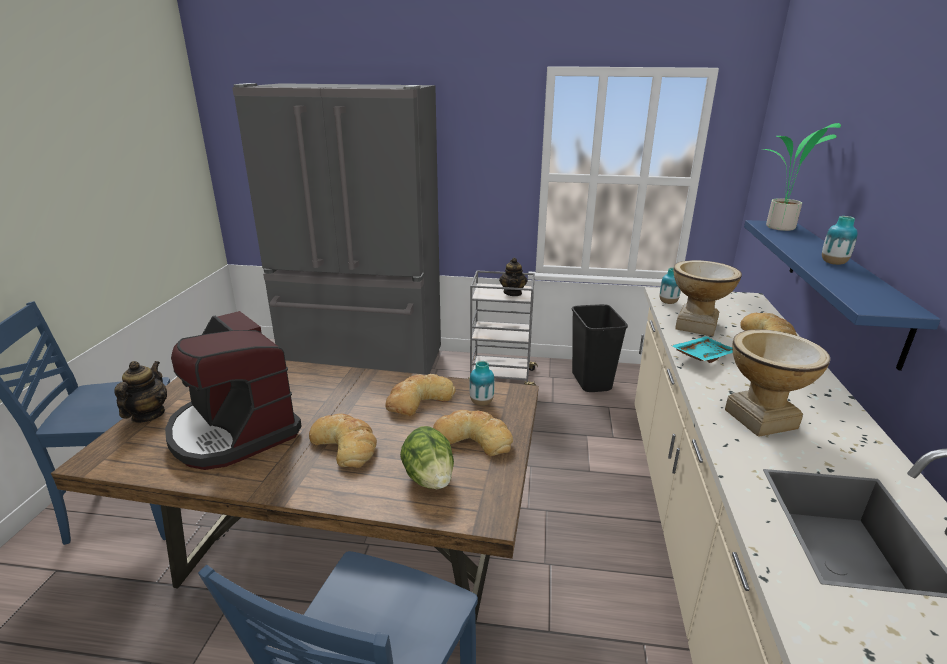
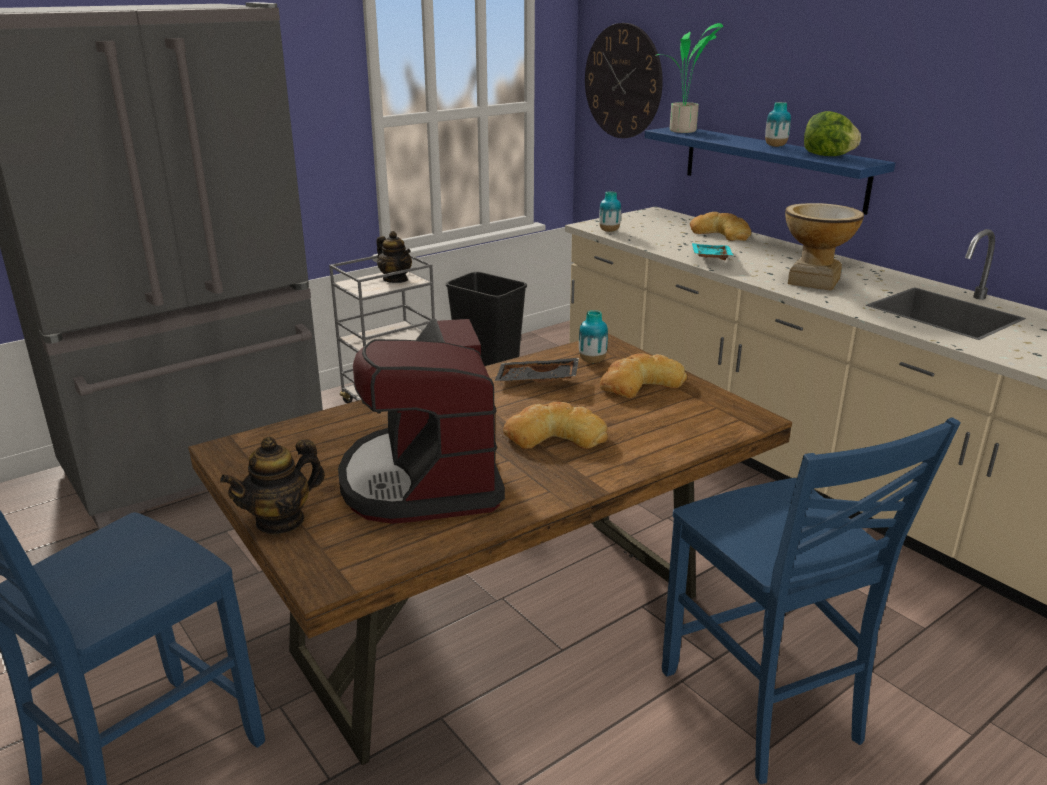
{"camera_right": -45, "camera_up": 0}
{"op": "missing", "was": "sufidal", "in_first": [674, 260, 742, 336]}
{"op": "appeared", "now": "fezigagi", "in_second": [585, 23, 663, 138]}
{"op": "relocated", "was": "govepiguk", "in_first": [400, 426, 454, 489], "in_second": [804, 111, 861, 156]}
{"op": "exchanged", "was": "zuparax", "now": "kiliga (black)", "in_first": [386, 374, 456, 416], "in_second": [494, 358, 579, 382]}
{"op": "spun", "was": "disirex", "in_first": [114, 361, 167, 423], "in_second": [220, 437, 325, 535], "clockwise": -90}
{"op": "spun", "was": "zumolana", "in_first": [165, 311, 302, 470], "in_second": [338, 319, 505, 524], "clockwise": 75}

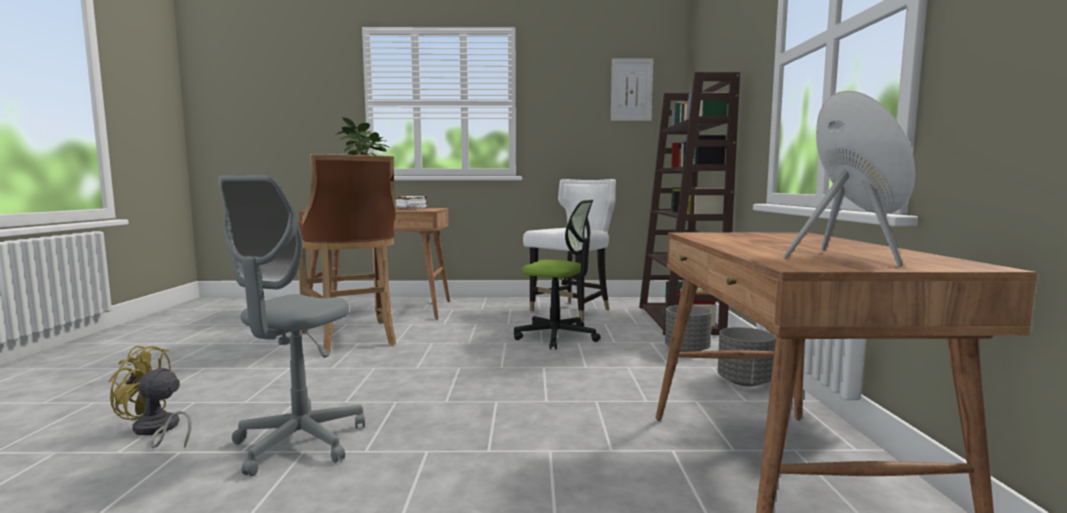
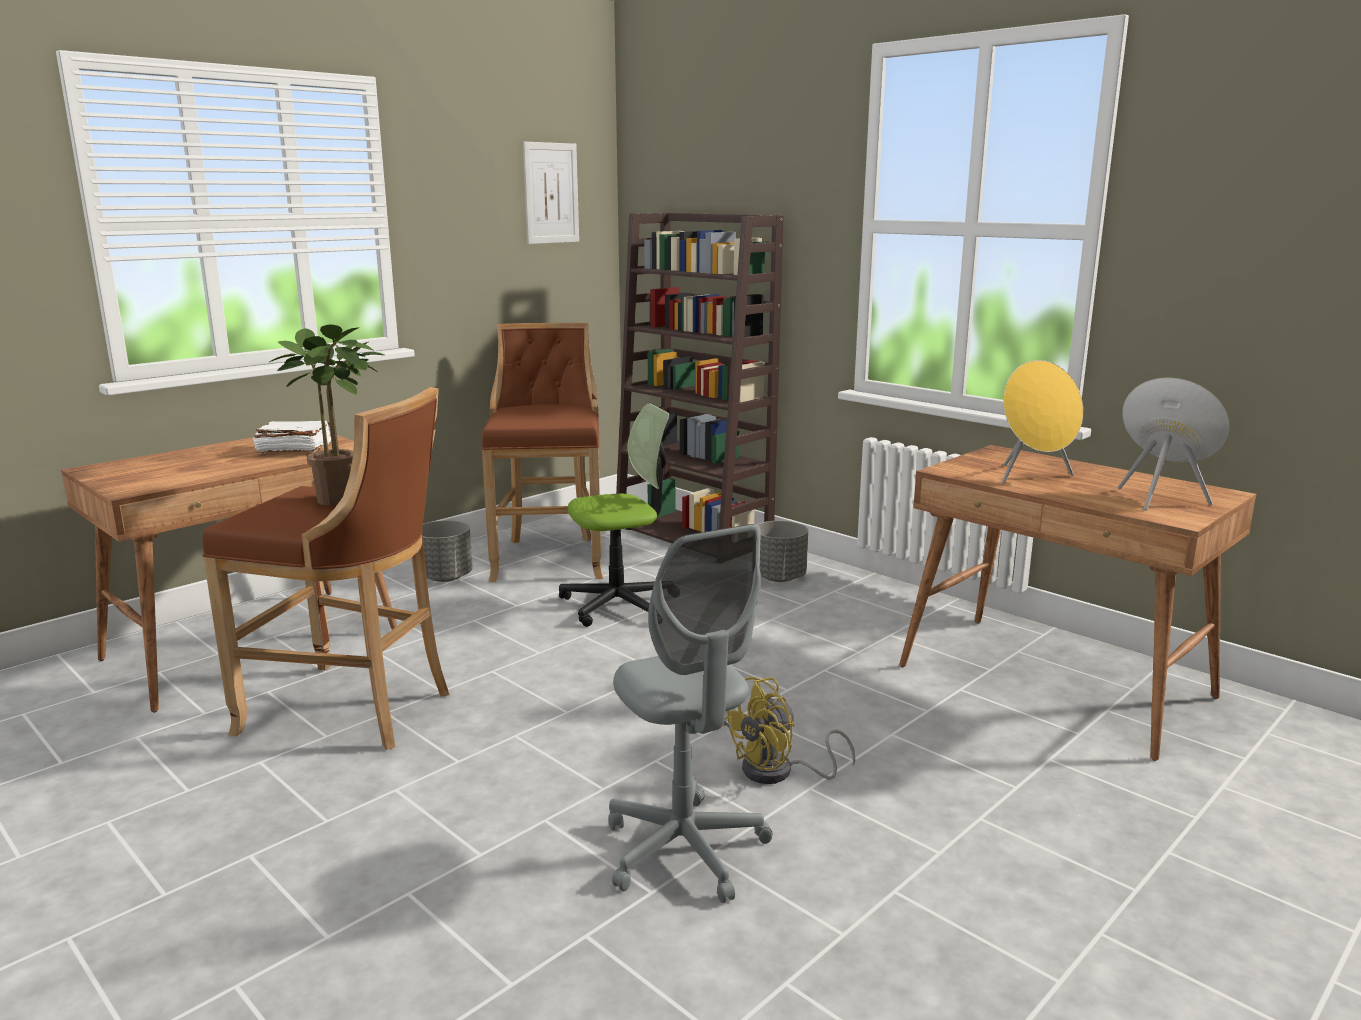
{"camera_right": -45, "camera_up": 10}
{"op": "appeared", "now": "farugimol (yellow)", "in_second": [1002, 360, 1083, 483]}
{"op": "relocated", "was": "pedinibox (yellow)", "in_first": [109, 345, 192, 448], "in_second": [722, 677, 856, 784]}
{"op": "relocated", "was": "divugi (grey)", "in_first": [718, 327, 776, 387], "in_second": [422, 520, 473, 582]}
{"op": "exchanged", "was": "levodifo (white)", "now": "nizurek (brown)", "in_first": [523, 179, 616, 321], "in_second": [481, 323, 603, 582]}

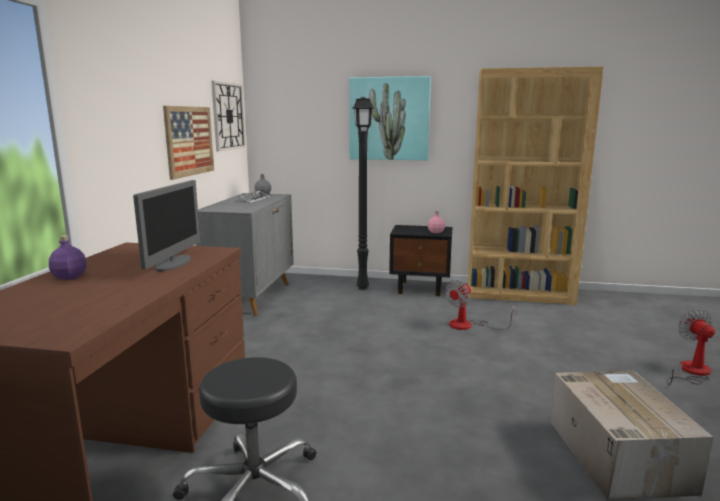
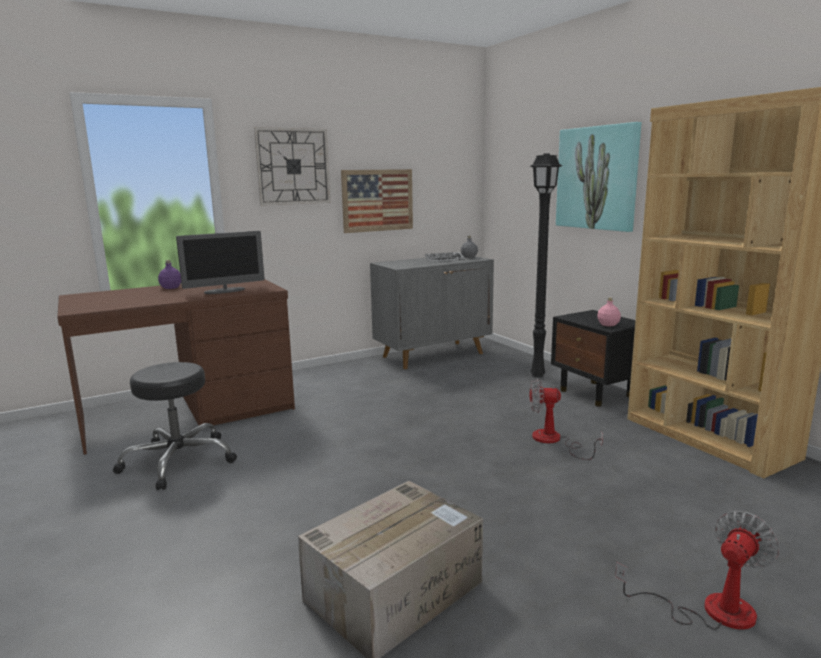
{"camera_right": 50, "camera_up": 0}
{"op": "relocated", "was": "fezigagi", "in_first": [211, 81, 246, 151], "in_second": [254, 127, 330, 206]}

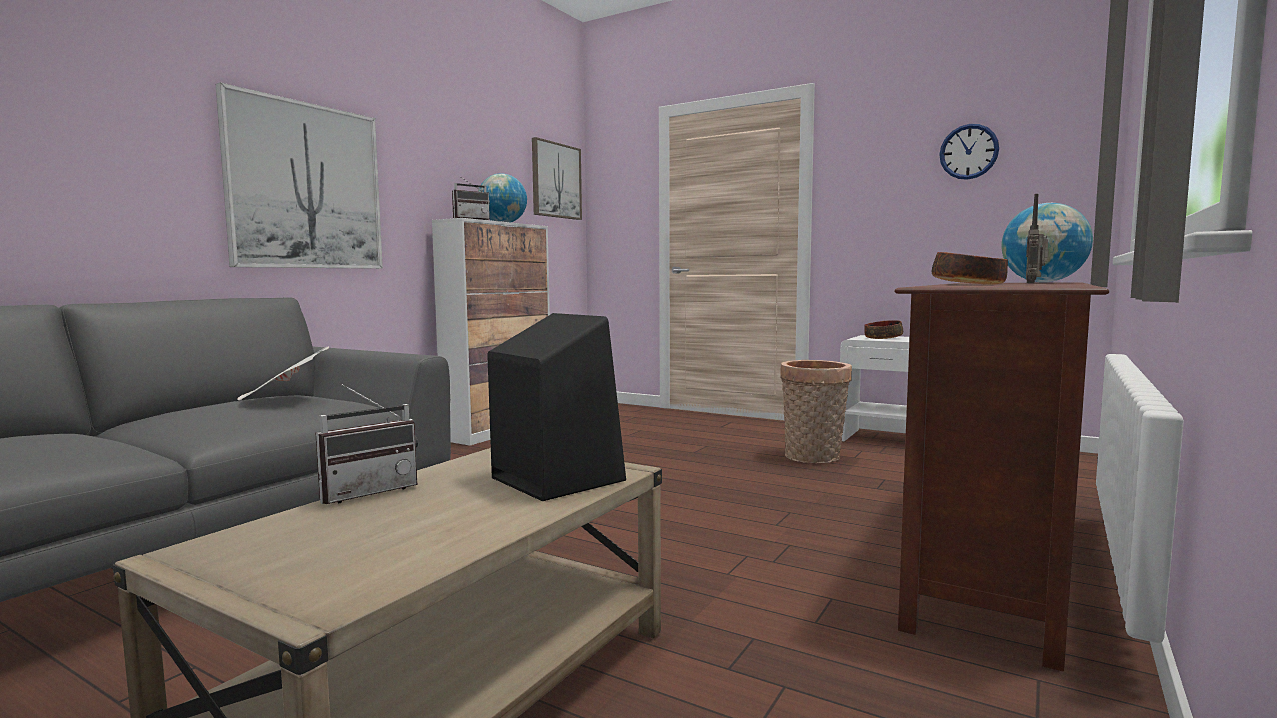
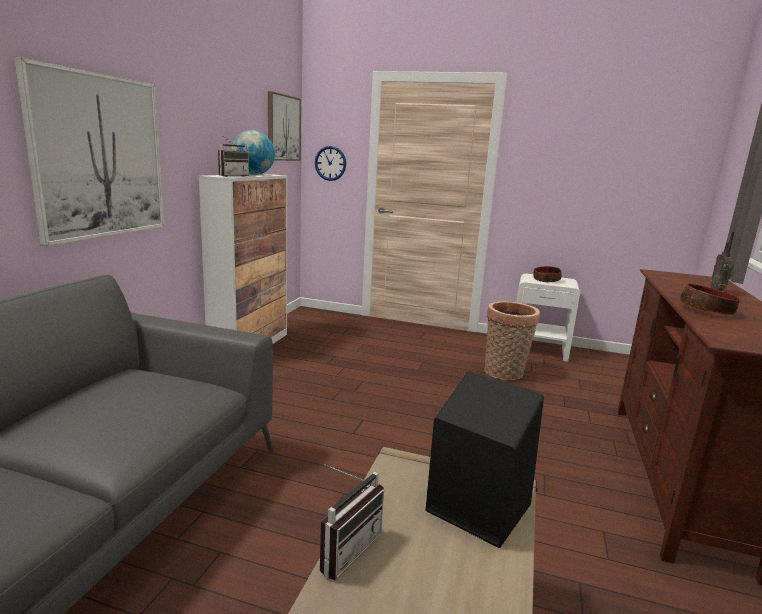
{"camera_right": -15, "camera_up": 10}
{"op": "missing", "was": "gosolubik", "in_first": [237, 346, 329, 400]}
{"op": "missing", "was": "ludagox", "in_first": [1001, 203, 1093, 282]}
{"op": "relocated", "was": "fezigagi", "in_first": [939, 124, 999, 180], "in_second": [315, 146, 346, 181]}

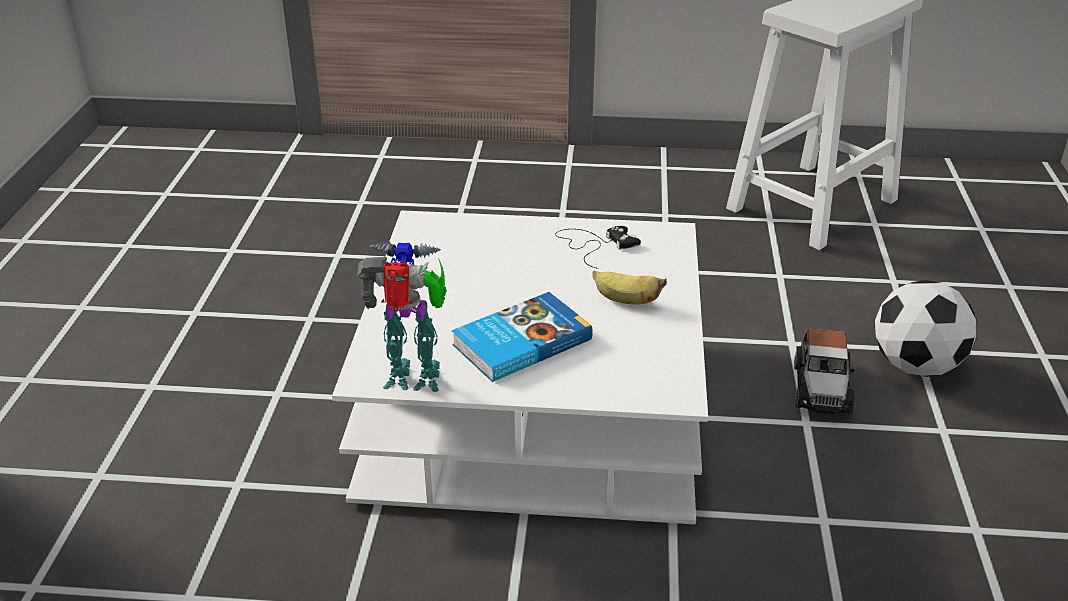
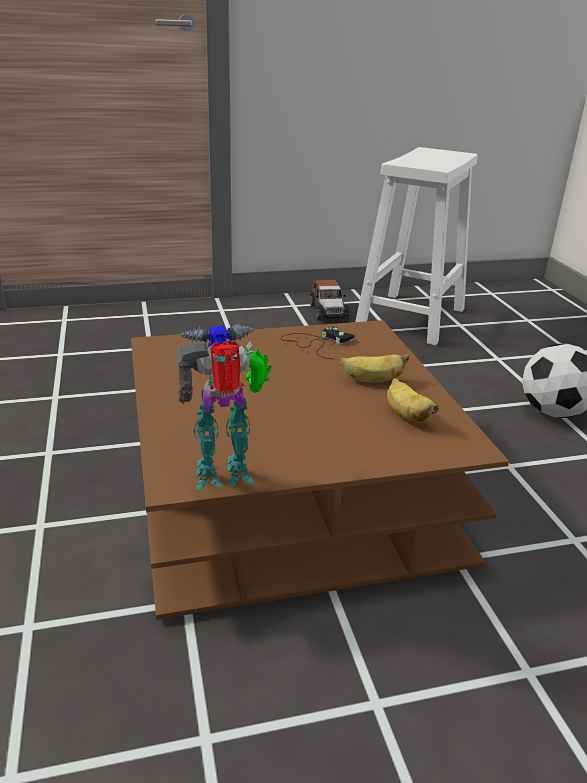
{"camera_right": -20, "camera_up": -5}
{"op": "missing", "was": "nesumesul", "in_first": [452, 292, 593, 382]}
{"op": "appeared", "now": "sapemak", "in_second": [387, 378, 439, 423]}
{"op": "relocated", "was": "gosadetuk", "in_first": [794, 328, 855, 414], "in_second": [310, 280, 350, 320]}
{"op": "colour", "was": "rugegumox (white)", "now": "rugegumox (brown)", "in_first": [332, 210, 708, 524], "in_second": [131, 320, 509, 620]}

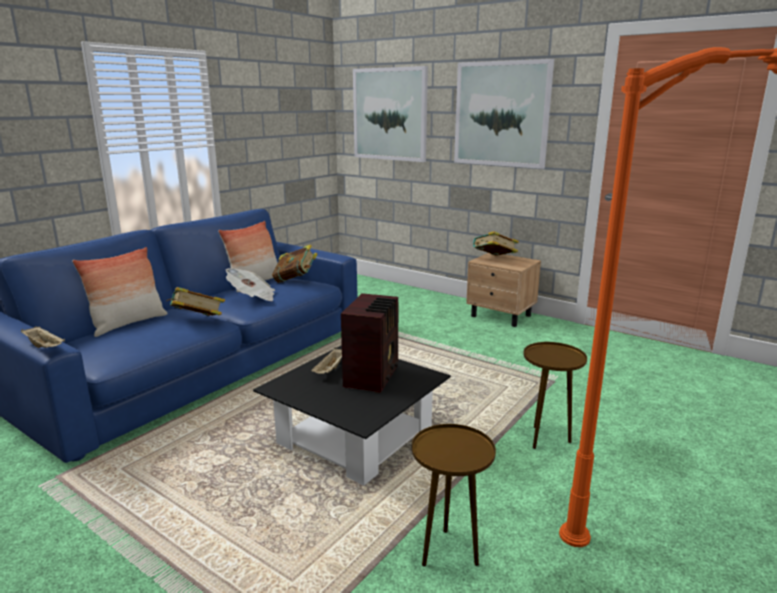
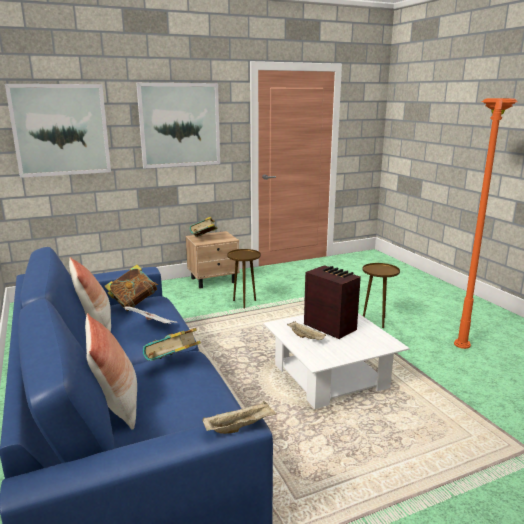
{"camera_right": -60, "camera_up": 0}
{"op": "relocated", "was": "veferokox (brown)", "in_first": [412, 424, 496, 567], "in_second": [227, 249, 261, 308]}
{"op": "colour", "was": "rugegumox (black)", "now": "rugegumox (white)", "in_first": [253, 345, 451, 485], "in_second": [263, 313, 410, 409]}

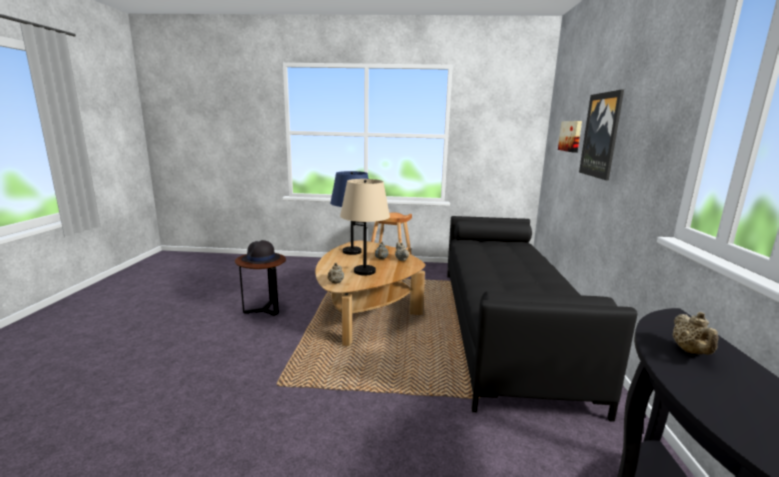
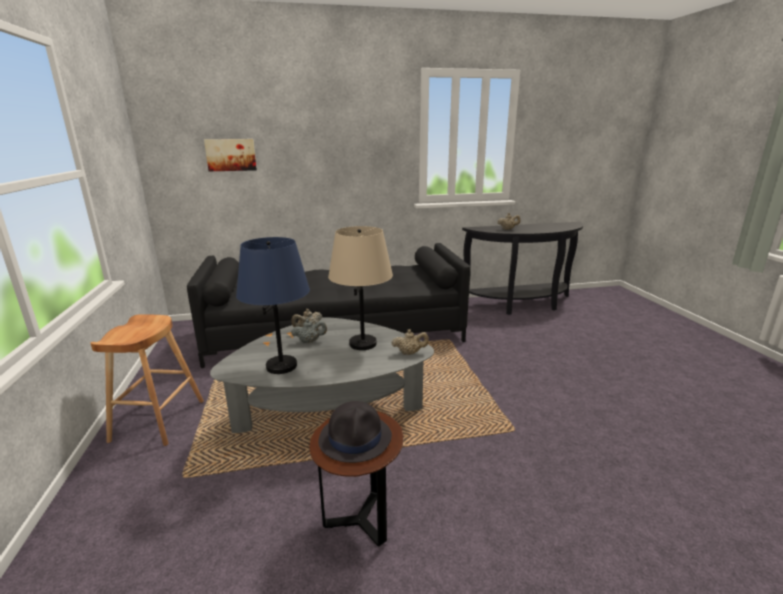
{"camera_right": -105, "camera_up": 5}
{"op": "missing", "was": "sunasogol", "in_first": [579, 90, 624, 180]}
{"op": "colour", "was": "rugegumox (brown)", "now": "rugegumox (grey)", "in_first": [315, 241, 425, 346], "in_second": [210, 317, 434, 433]}

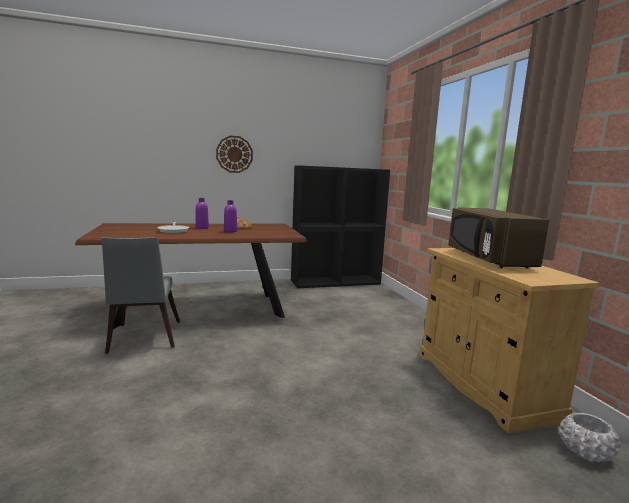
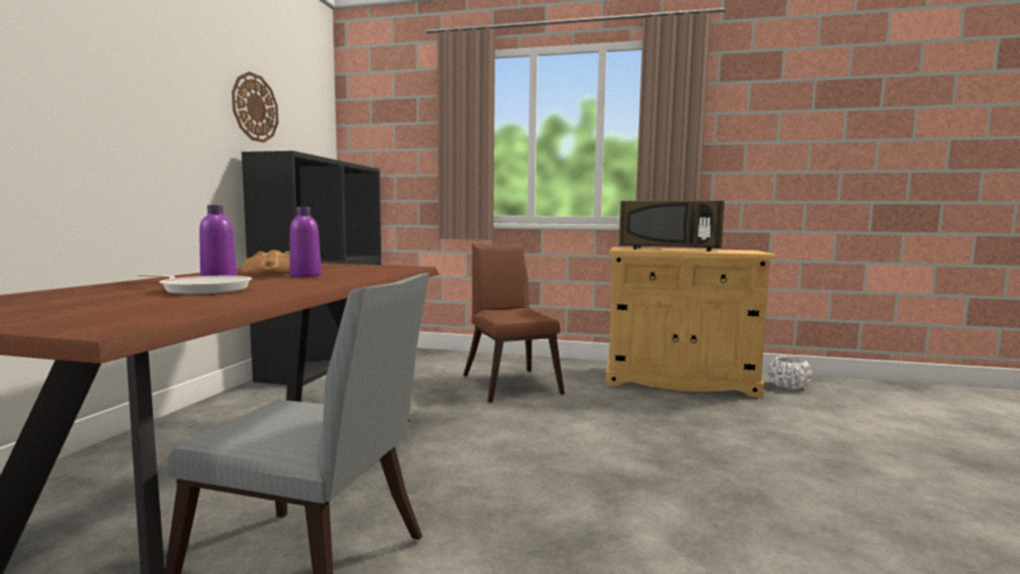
{"camera_right": -60, "camera_up": -5}
{"op": "appeared", "now": "levodifo (brown)", "in_second": [463, 244, 565, 403]}
{"op": "relocated", "was": "fezigagi", "in_first": [216, 136, 253, 173], "in_second": [232, 72, 279, 143]}

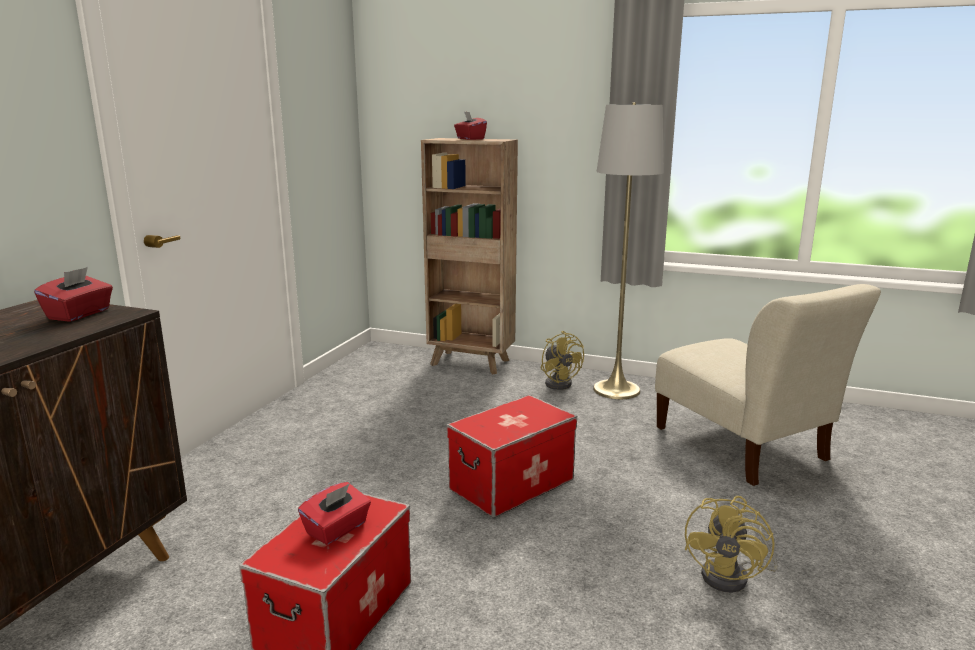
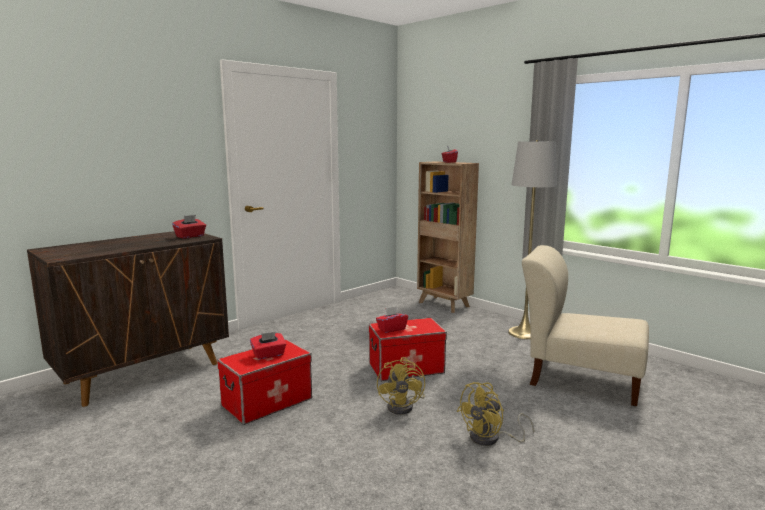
{"camera_right": 25, "camera_up": -5}
{"op": "appeared", "now": "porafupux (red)", "in_second": [376, 307, 408, 333]}
{"op": "relocated", "was": "pedinibox (yellow)", "in_first": [541, 331, 584, 390], "in_second": [377, 357, 425, 415]}
{"op": "spun", "was": "levodifo (beige)", "in_first": [655, 284, 881, 486], "in_second": [522, 245, 649, 406], "clockwise": 120}

